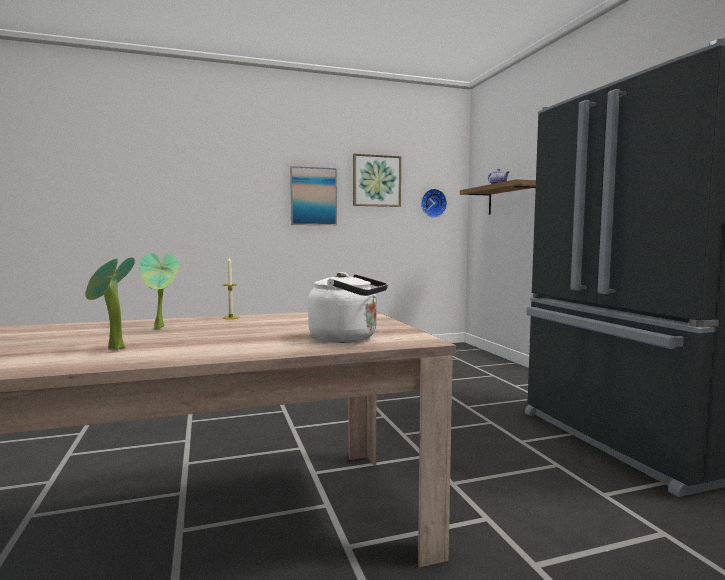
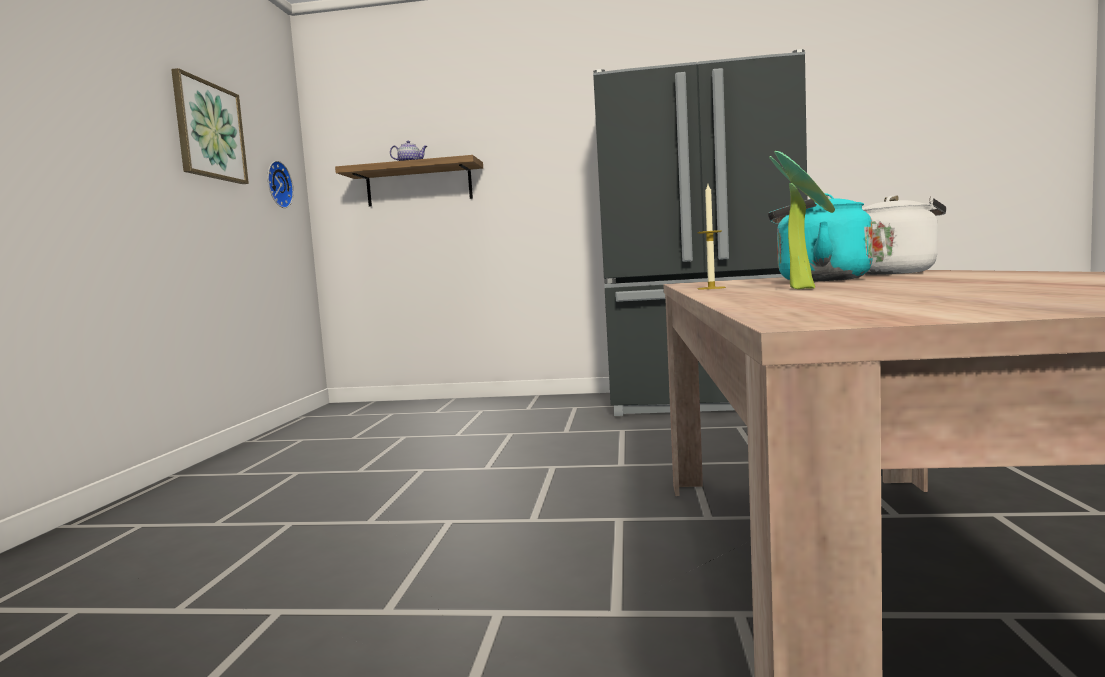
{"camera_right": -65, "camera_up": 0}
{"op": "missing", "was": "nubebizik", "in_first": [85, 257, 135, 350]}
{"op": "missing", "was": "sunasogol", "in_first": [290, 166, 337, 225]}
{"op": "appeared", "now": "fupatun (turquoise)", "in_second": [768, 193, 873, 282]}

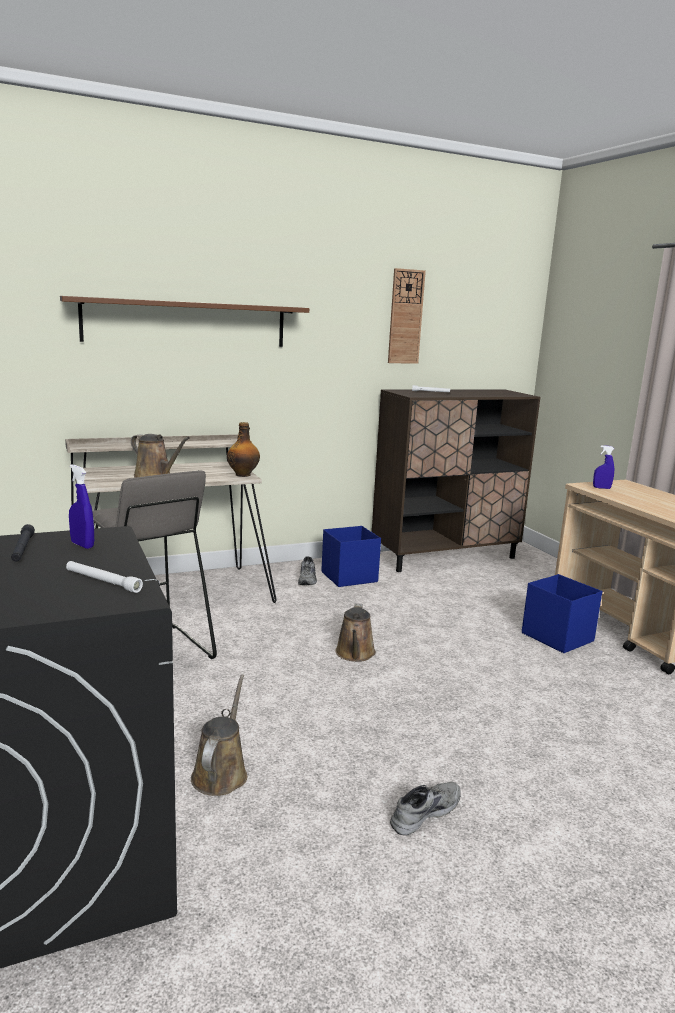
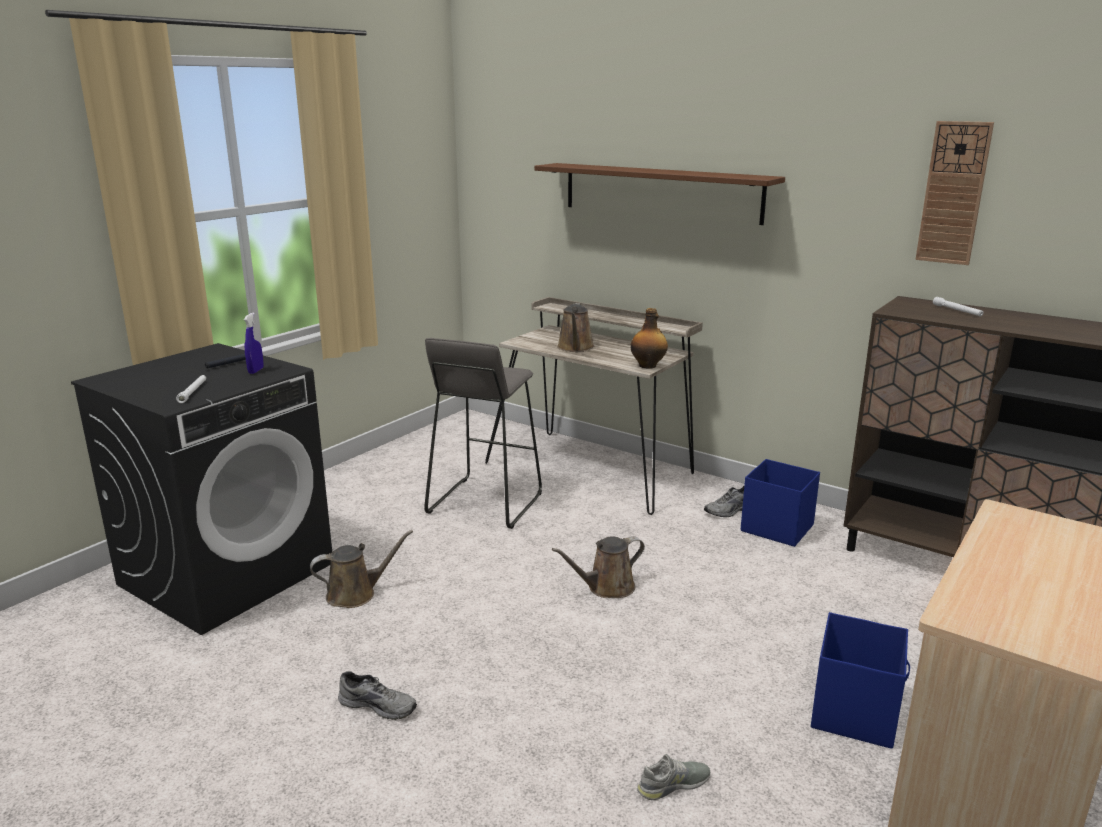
{"camera_right": 60, "camera_up": 5}
{"op": "missing", "was": "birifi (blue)", "in_first": [593, 445, 614, 489]}
{"op": "appeared", "now": "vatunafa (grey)", "in_second": [637, 754, 710, 800]}

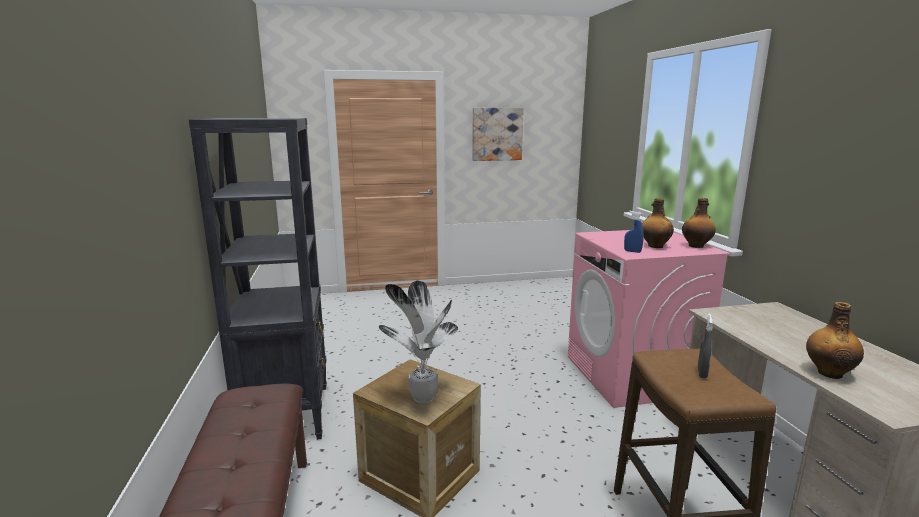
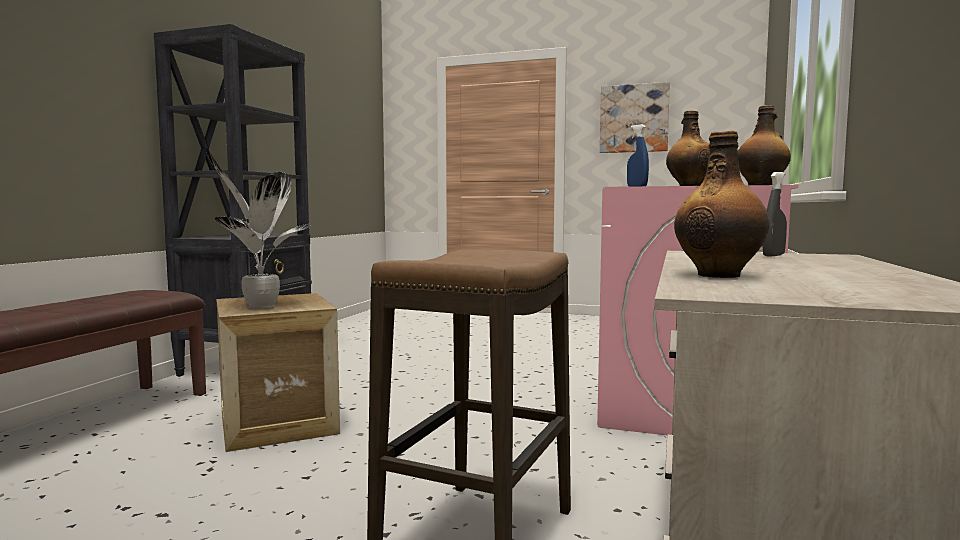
{"camera_right": 30, "camera_up": -10}
{"op": "relocated", "was": "birifi (grey)", "in_first": [698, 313, 713, 378], "in_second": [763, 172, 787, 257]}

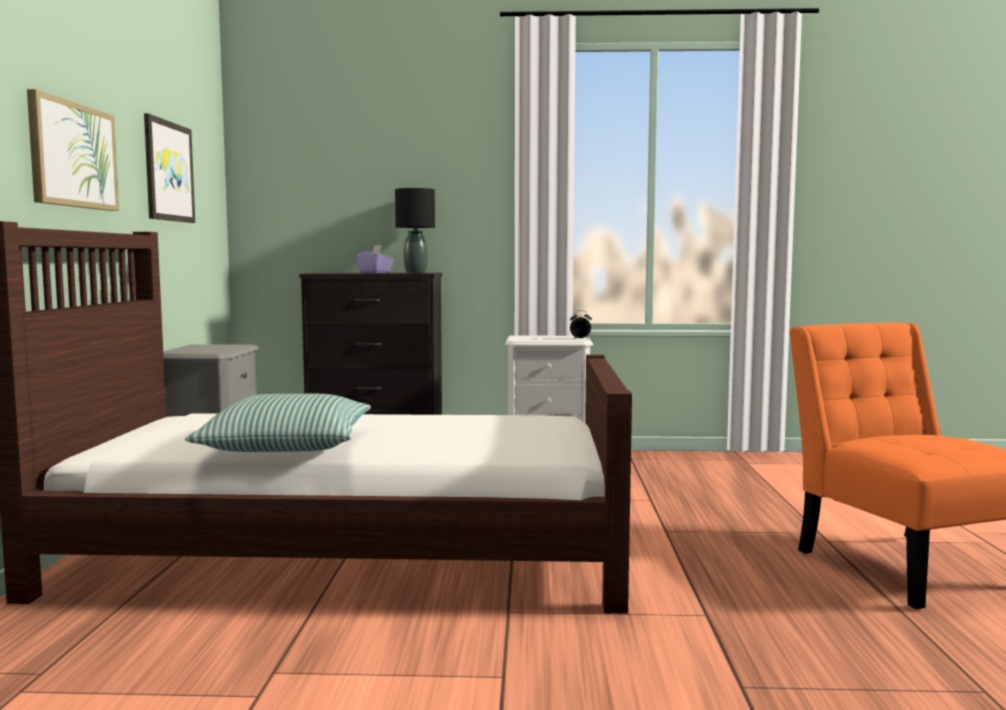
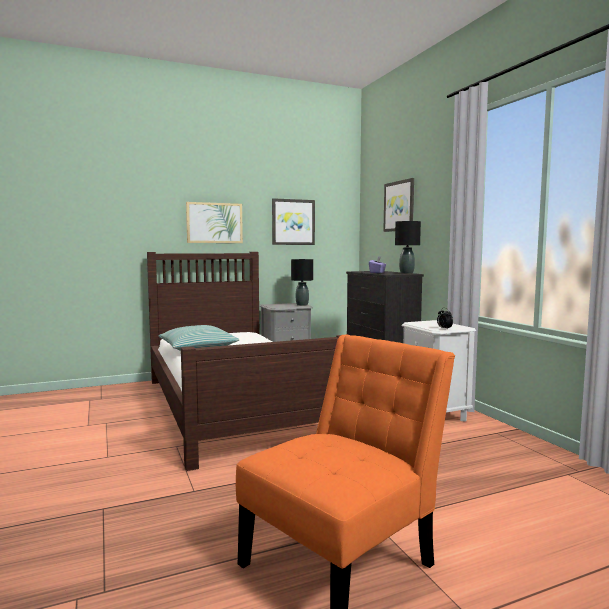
{"camera_right": 65, "camera_up": 0}
{"op": "appeared", "now": "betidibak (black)", "in_second": [291, 259, 313, 306]}
{"op": "appeared", "now": "sunasogol", "in_second": [383, 178, 414, 232]}

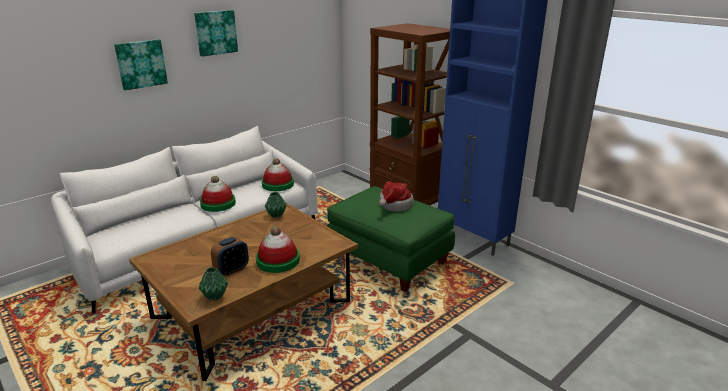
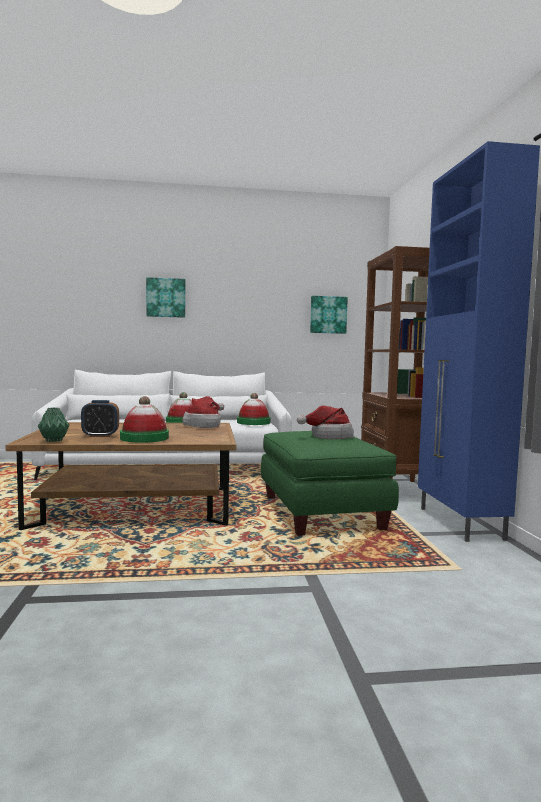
{"camera_right": 35, "camera_up": -20}
{"op": "relocated", "was": "sunasogol", "in_first": [194, 10, 238, 57], "in_second": [310, 296, 348, 334]}
{"op": "exchanged", "was": "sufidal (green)", "now": "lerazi", "in_first": [265, 192, 286, 218], "in_second": [182, 396, 224, 428]}

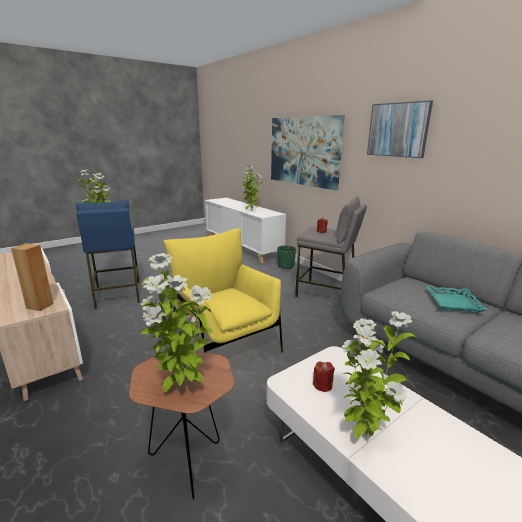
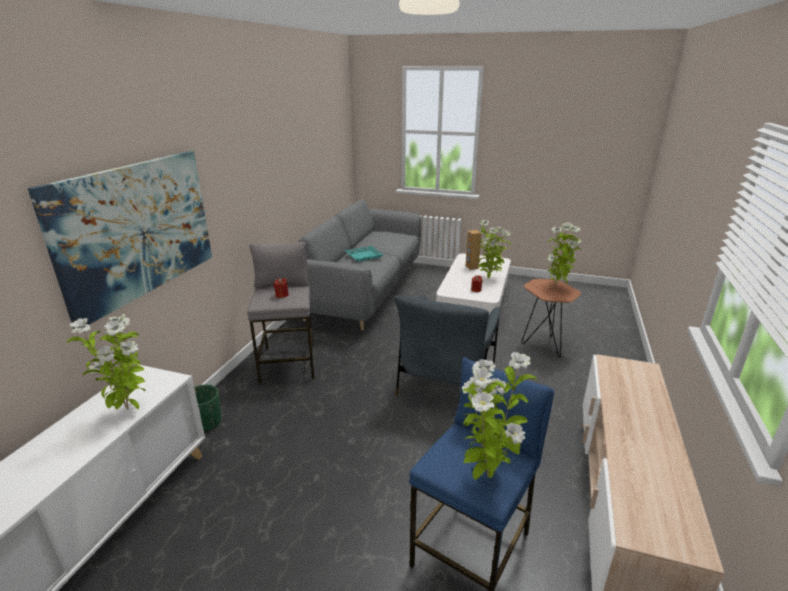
{"camera_right": -125, "camera_up": 5}
{"op": "missing", "was": "sunasogol", "in_first": [367, 100, 433, 158]}
{"op": "relocated", "was": "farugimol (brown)", "in_first": [11, 243, 54, 311], "in_second": [466, 230, 481, 270]}
{"op": "colour", "was": "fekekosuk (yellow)", "now": "fekekosuk (grey)", "in_first": [163, 228, 283, 353], "in_second": [394, 294, 500, 396]}

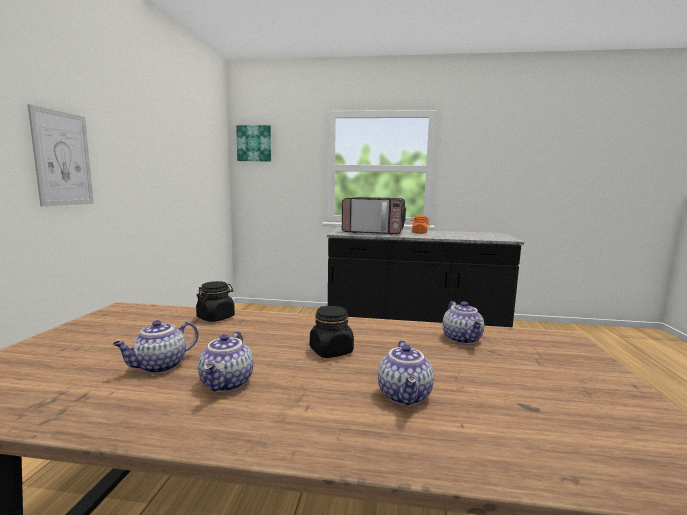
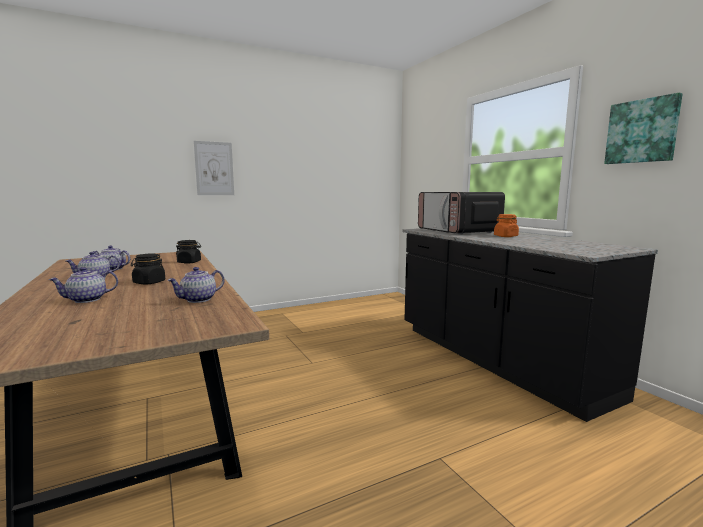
{"camera_right": 55, "camera_up": 0}
{"op": "relocated", "was": "sunasogol", "in_first": [236, 125, 271, 161], "in_second": [604, 93, 683, 164]}

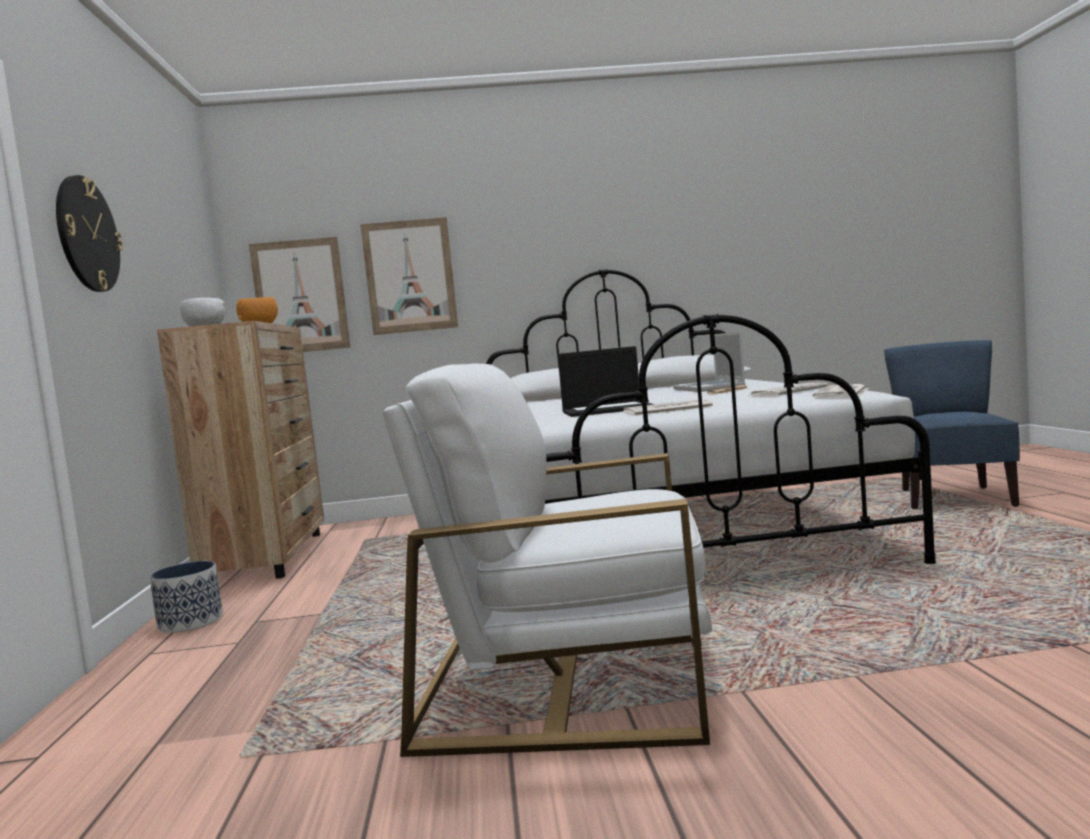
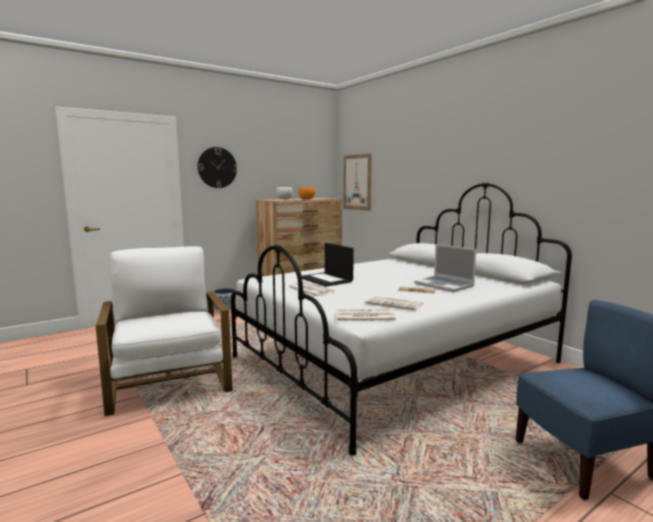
{"camera_right": 60, "camera_up": 5}
{"op": "missing", "was": "sunasogol", "in_first": [360, 217, 458, 335]}
{"op": "spun", "was": "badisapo", "in_first": [673, 332, 746, 392], "in_second": [414, 244, 476, 292], "clockwise": -90}

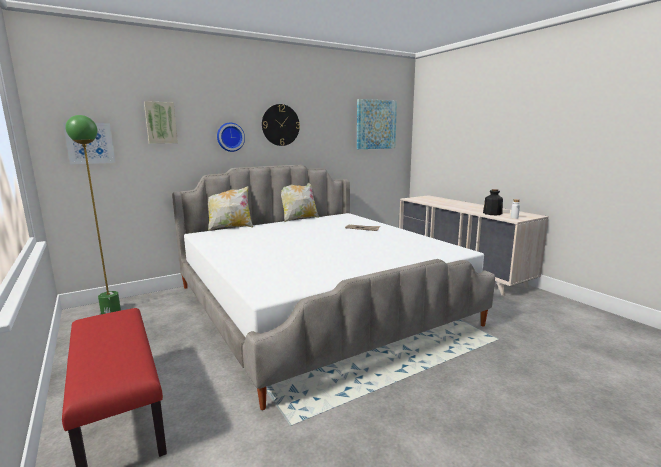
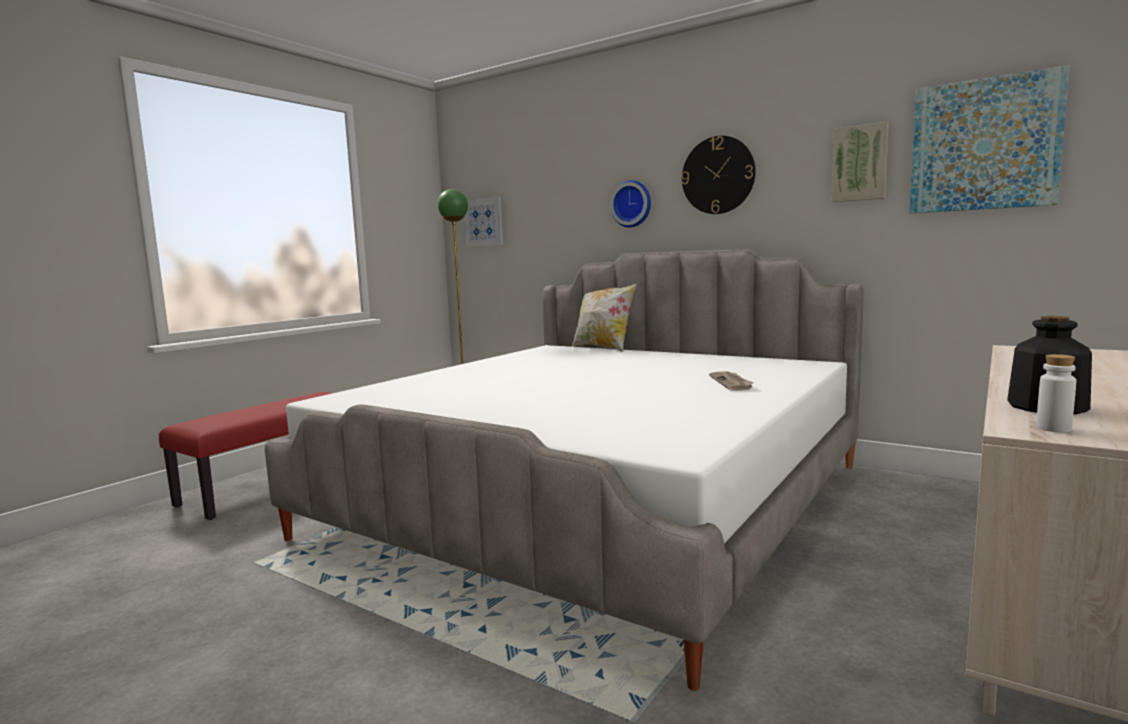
{"camera_right": 65, "camera_up": -5}
{"op": "missing", "was": "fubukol", "in_first": [281, 183, 319, 222]}
{"op": "relocated", "was": "sunasogol", "in_first": [144, 101, 178, 144], "in_second": [832, 121, 889, 202]}

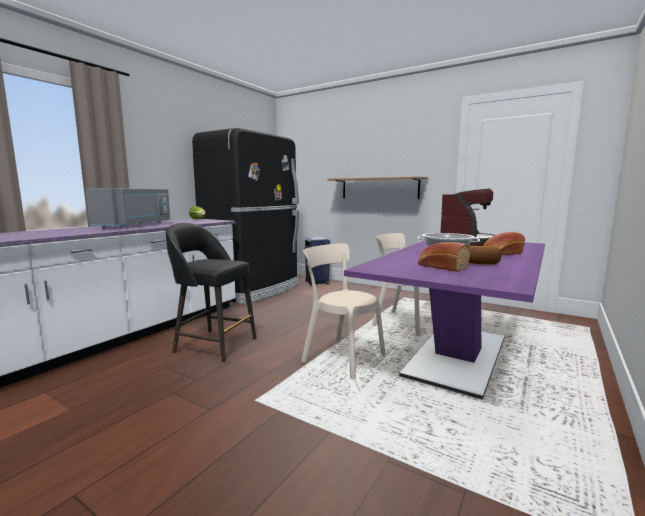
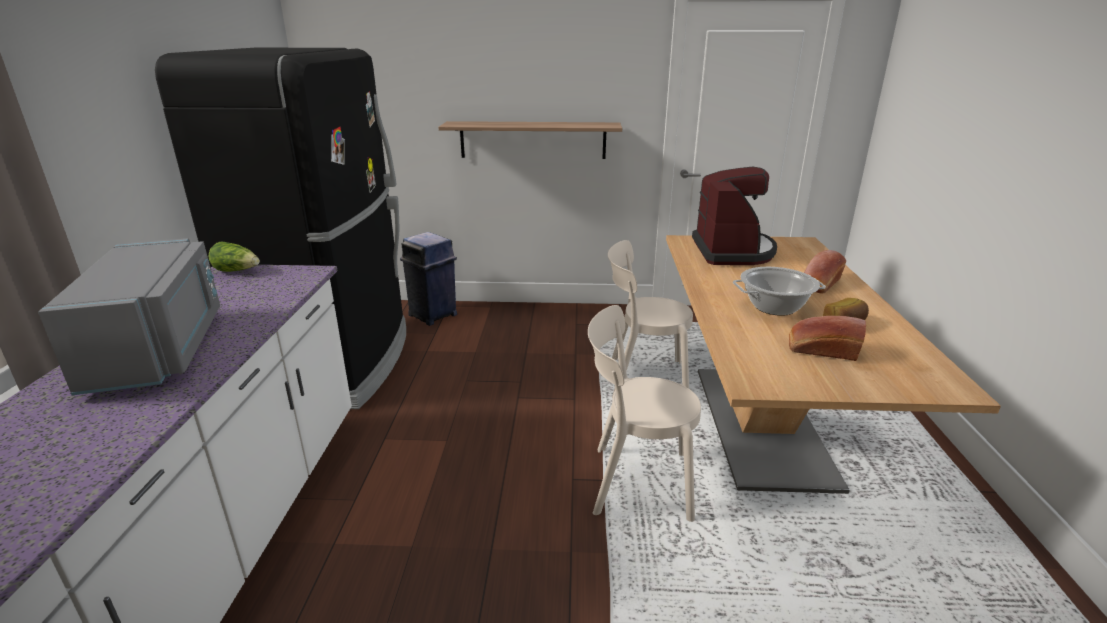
{"camera_right": -30, "camera_up": 15}
{"op": "missing", "was": "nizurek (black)", "in_first": [166, 223, 257, 362]}
{"op": "colour", "was": "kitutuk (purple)", "now": "kitutuk (beige)", "in_first": [344, 240, 545, 400], "in_second": [666, 235, 1001, 494]}

